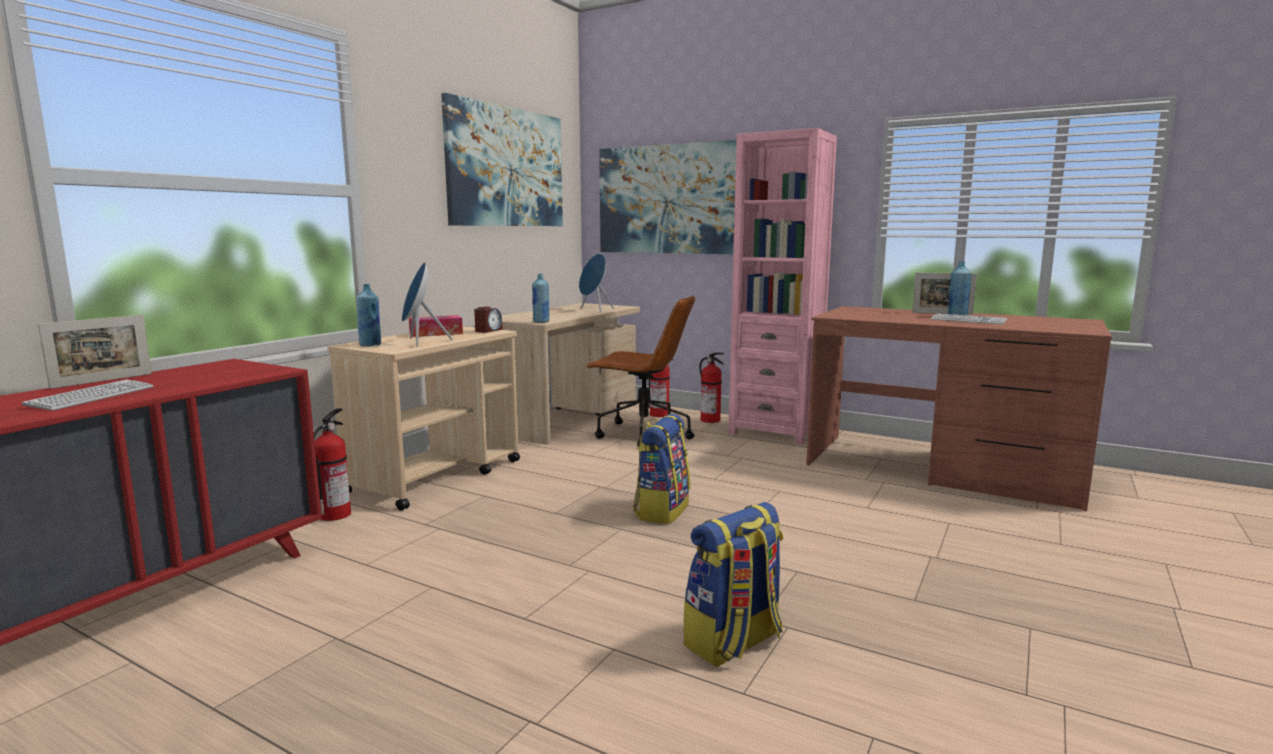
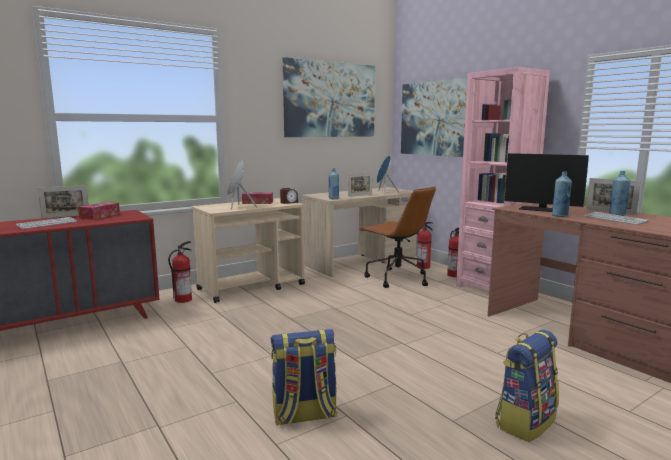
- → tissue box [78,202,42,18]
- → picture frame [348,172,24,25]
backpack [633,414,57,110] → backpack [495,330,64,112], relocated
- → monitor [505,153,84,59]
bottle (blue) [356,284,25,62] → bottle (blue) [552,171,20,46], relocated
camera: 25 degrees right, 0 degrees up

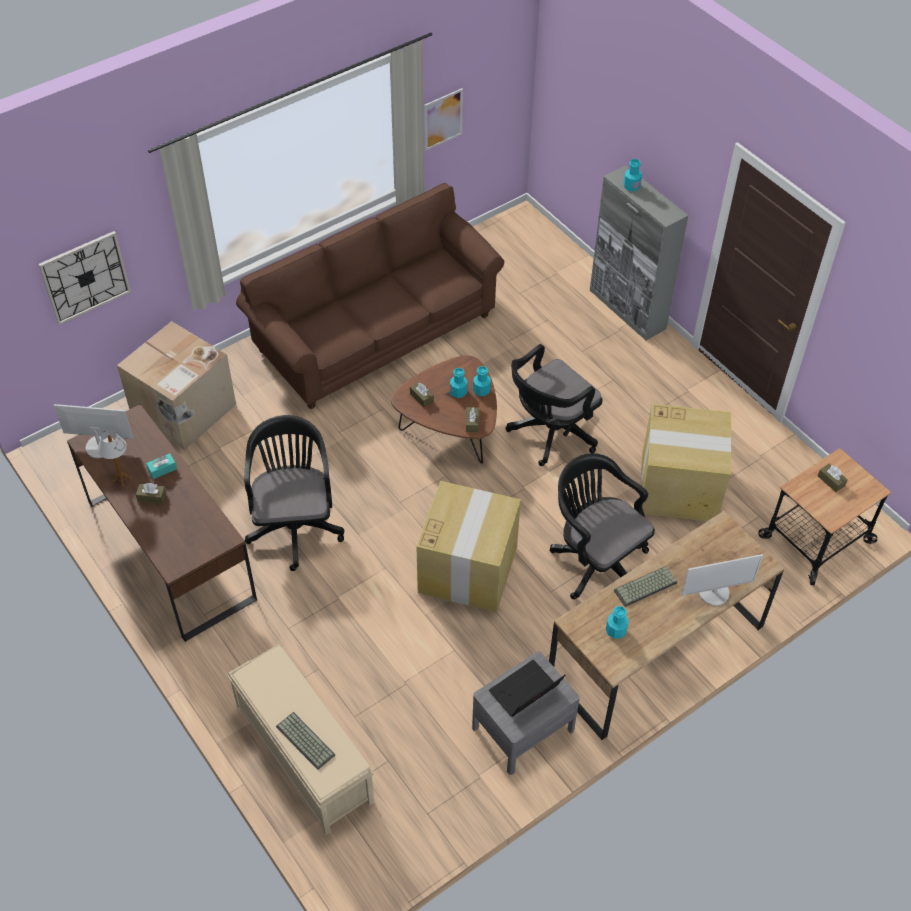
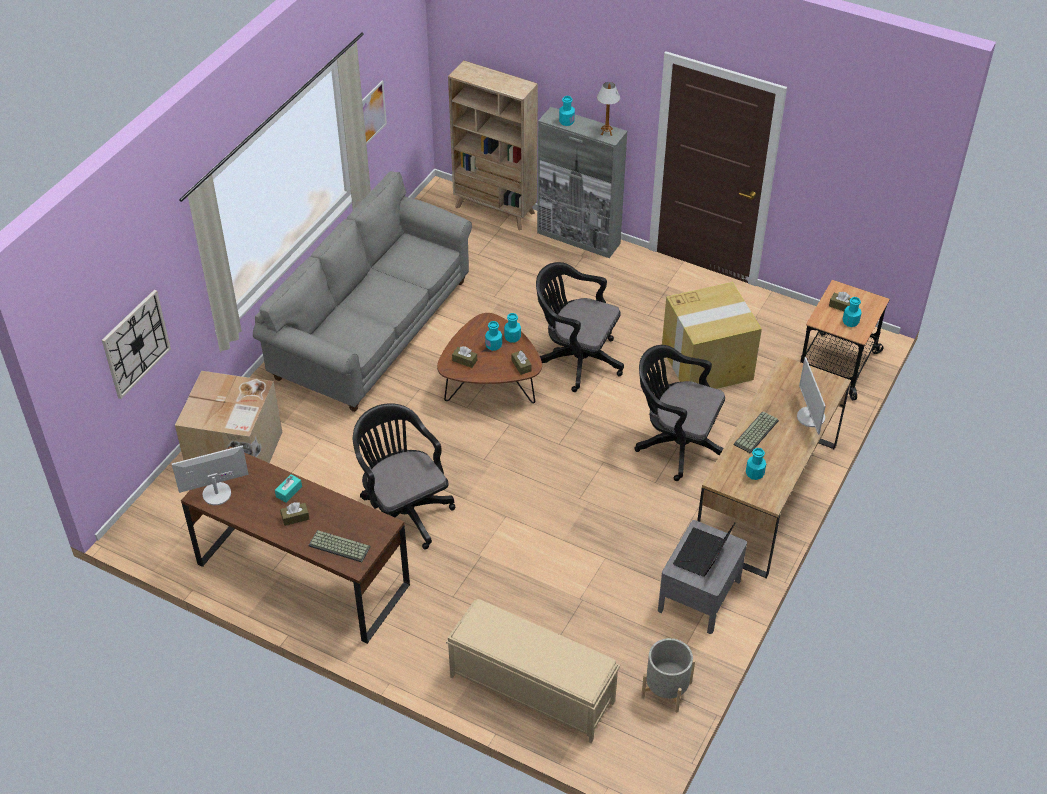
sofa (brown) [236,183,268,226] → sofa (grey) [253,171,219,241]
keyboard [276,712,59,58] → keyboard [308,530,62,32], relocated
- → bookcase (beige) [448,61,90,169]
office chair (black) [506,344,96,122] → office chair (black) [536,262,88,130], 90 degrees clockwise
table lamp [98,431,34,56] → table lamp [597,82,23,54], relocated
- → planter (grey) [641,638,54,75]
monitor [681,554,82,52] → monitor [797,357,29,77], 120 degrees clockwise
- → bottle (turquoise) [843,297,18,30]
cardboard box [417,481,104,131] → -
camera: 25 degrees left, 5 degrees down

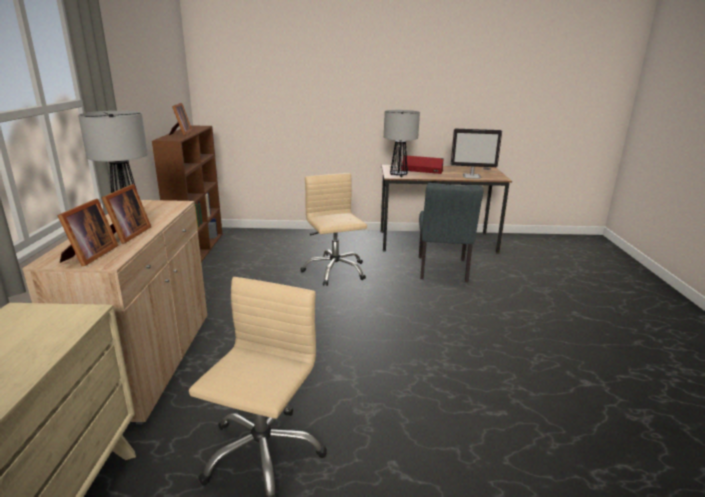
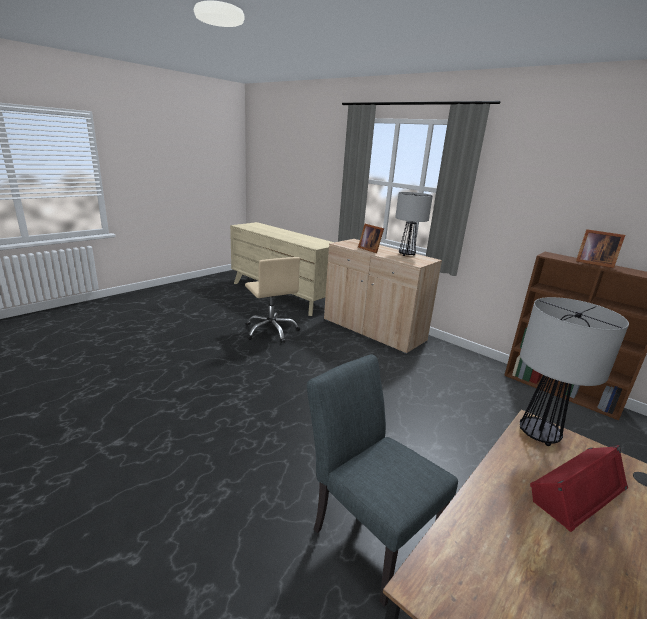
picture frame [57,199,62,67] → -
office chair (beige) [300,173,67,113] → -
monitor [451,129,51,50] → -
camera: 130 degrees right, 0 degrees up

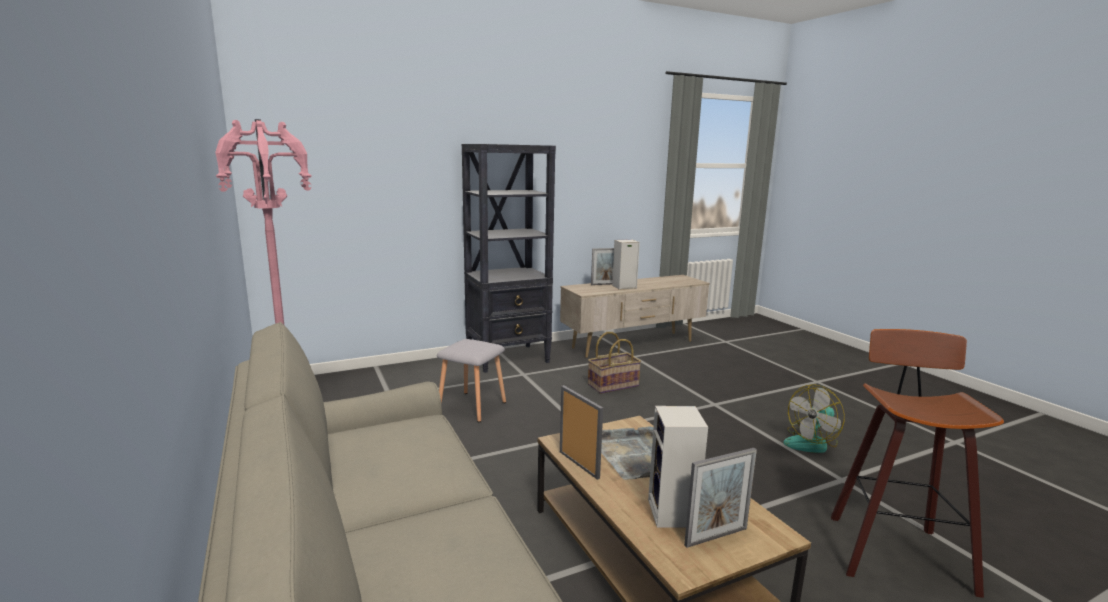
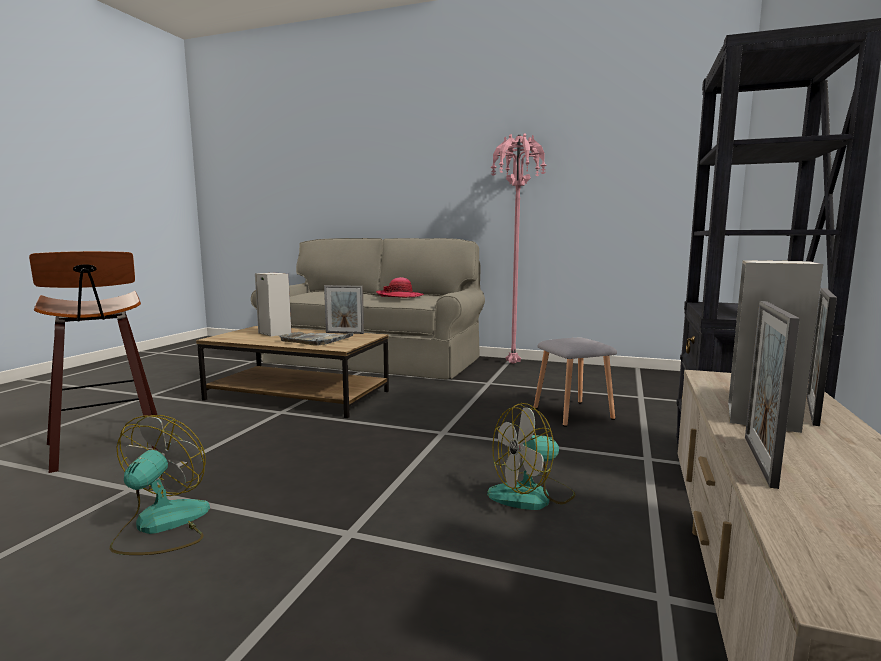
- → hat [376,277,48,21]
basket [588,332,53,62] → fan [487,403,88,107]
picture frame [684,448,73,100] → picture frame [745,301,55,188], relocated
camera: 135 degrees right, 5 degrees down

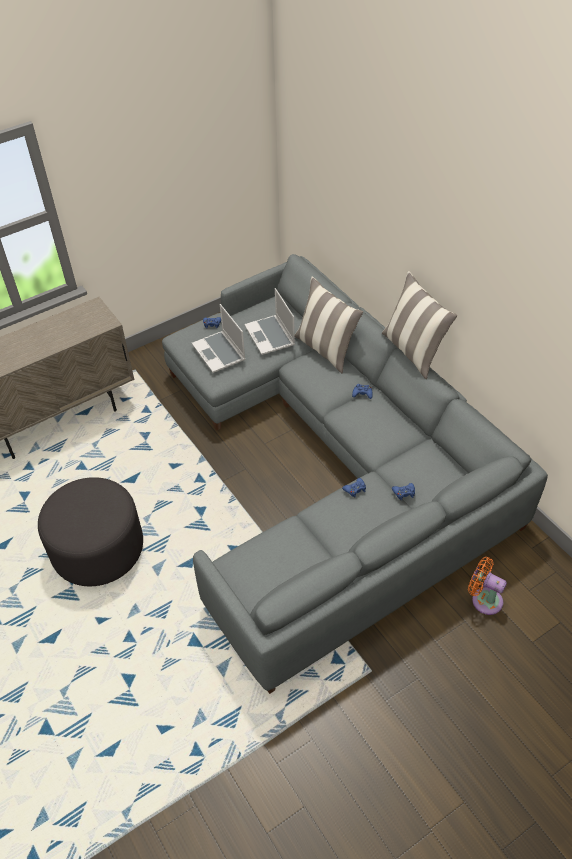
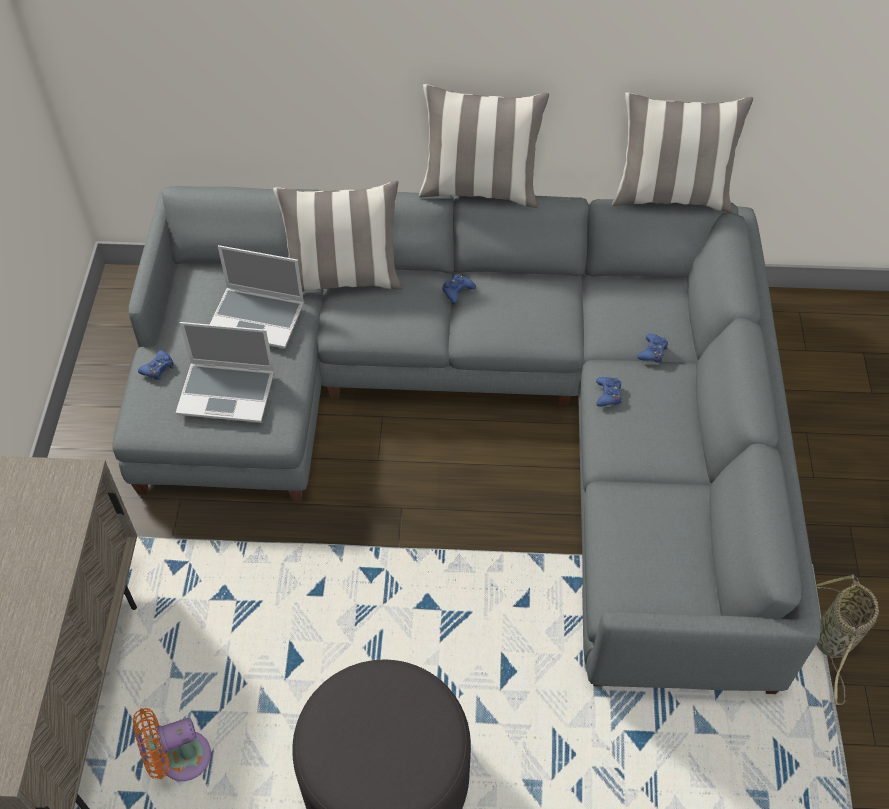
fan (orange) [468,557,39,58] → fan (orange) [133,708,78,73], relocated
- → pillow [612,92,141,120]
- → basket [816,574,63,131]
camera: 55 degrees left, 5 degrees up

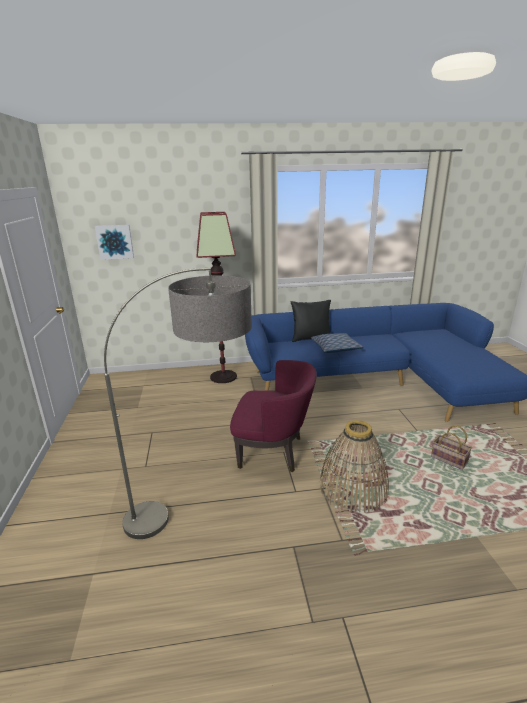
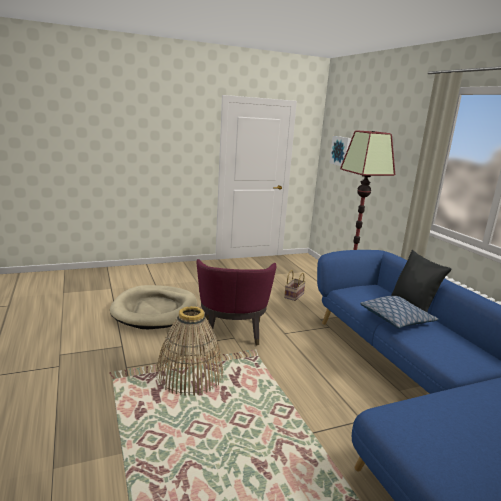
floor lamp [104,268,148,271] → dog bed (beige) [110,285,87,44]
basket [431,425,41,45] → basket [284,270,22,31], relocated
camera: 75 degrees right, 5 degrees down

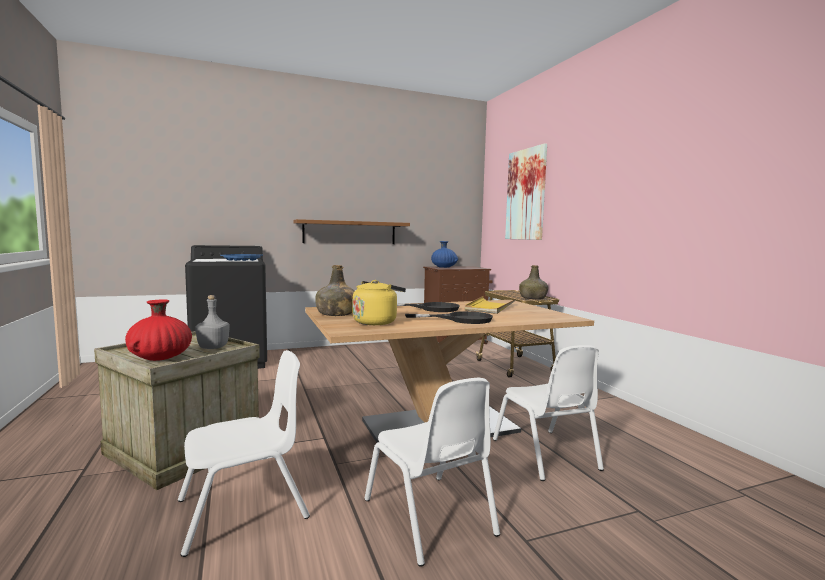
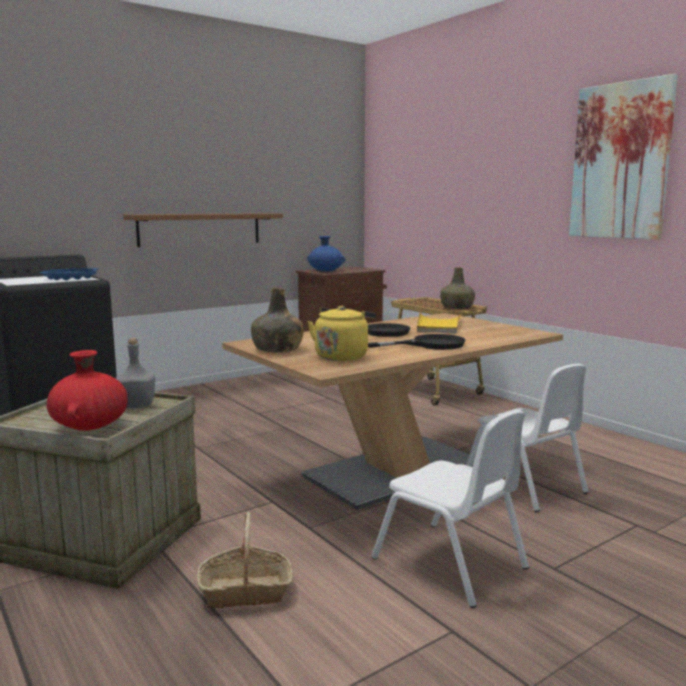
chair (white) [178,350,132,207] → basket [197,512,96,96]
picture [505,143,42,97] → picture [569,74,109,166], relocated
camera: 15 degrees left, 5 degrees up

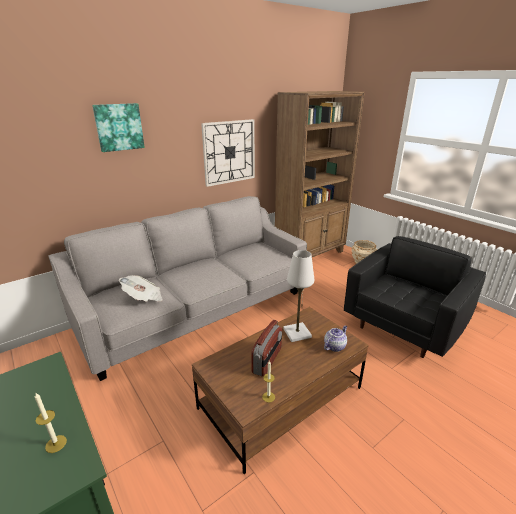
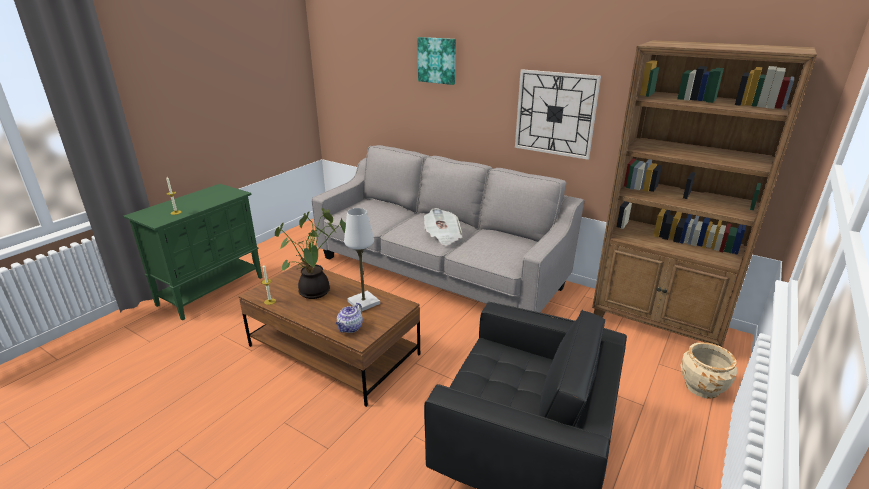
radio [251,320,31,57] → potted plant [275,208,71,91]
teapot [324,326,23,26] → teapot [336,303,27,30], 90 degrees clockwise
newspaper [119,275,44,27] → newspaper [424,208,38,38], relocated
camera: 70 degrees right, 0 degrees up

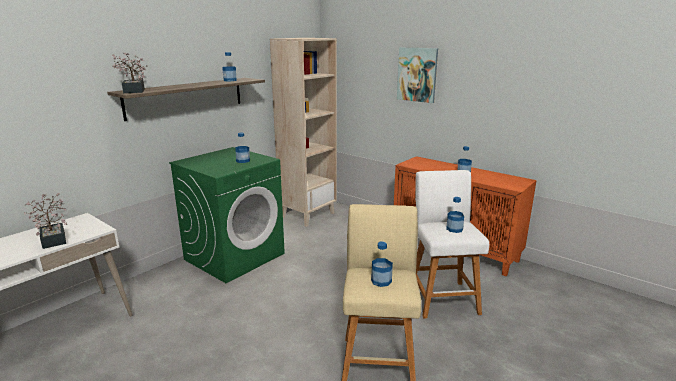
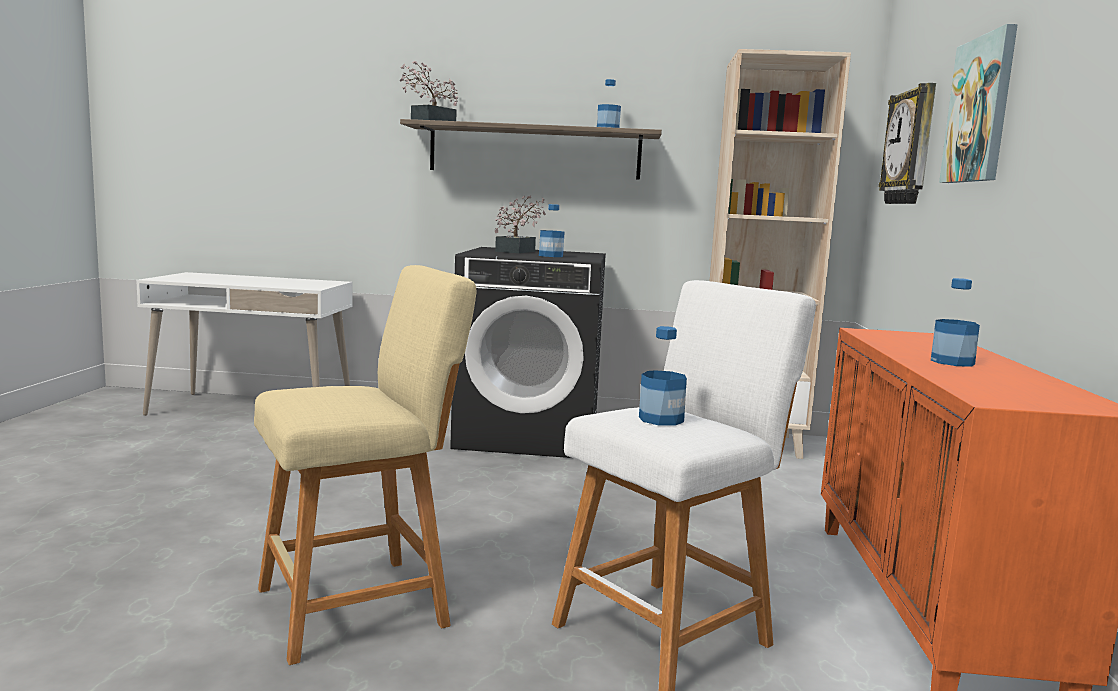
washing machine (green) [169,147,116,136] → washing machine (black) [450,247,156,211]
potted plant [24,193,43,56] → potted plant [495,195,51,58], relocated
- → wall clock [878,83,58,121]
bottle [371,242,22,45] → -
camera: 55 degrees right, 10 degrees down

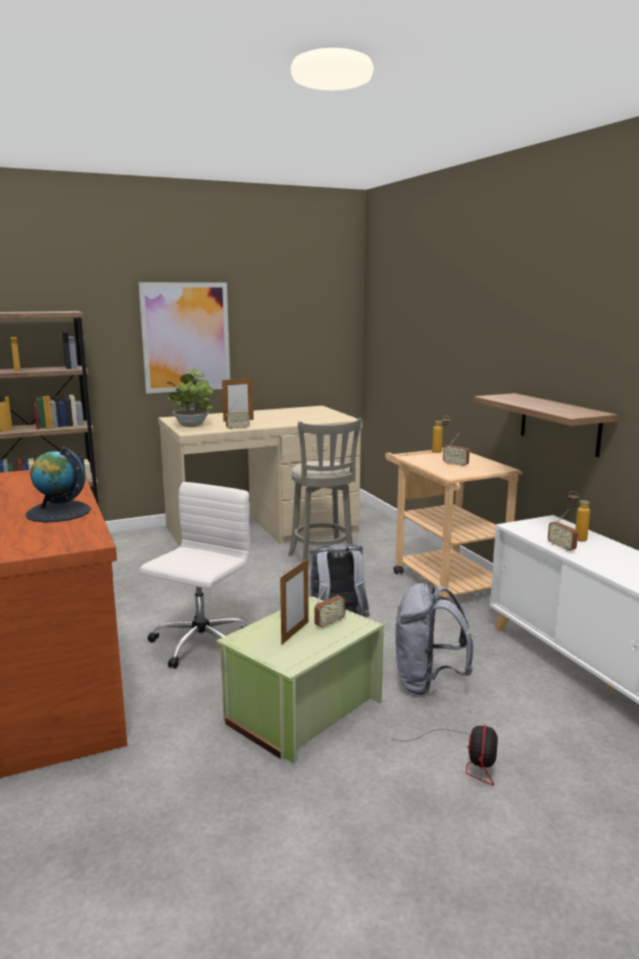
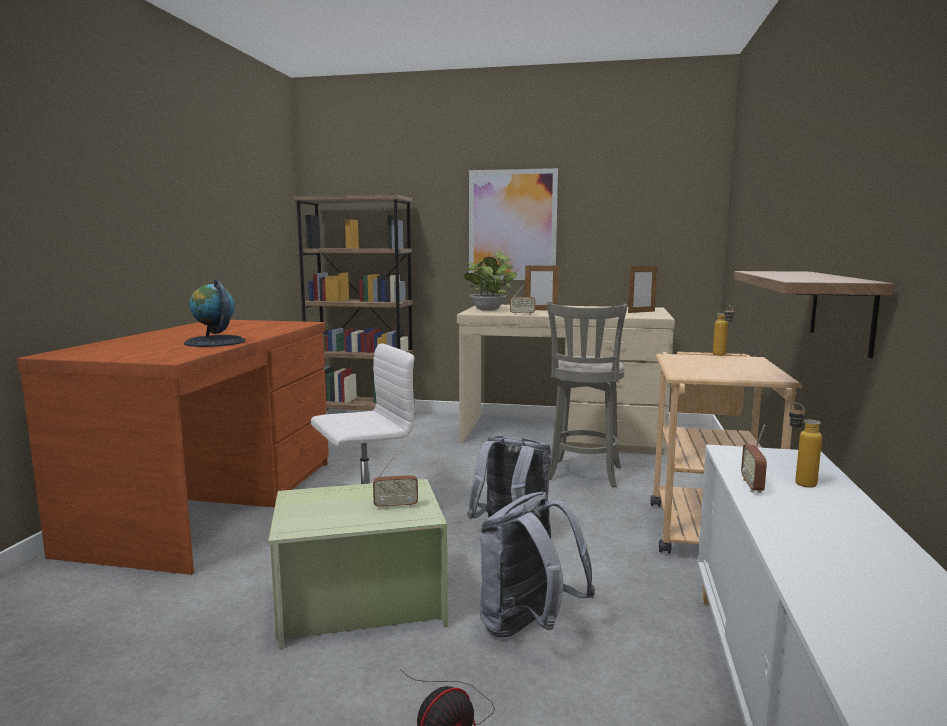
picture frame [280,558,29,87] → picture frame [628,265,29,48], relocated
radio [443,433,27,34] → -
camera: 35 degrees right, 5 degrees down

